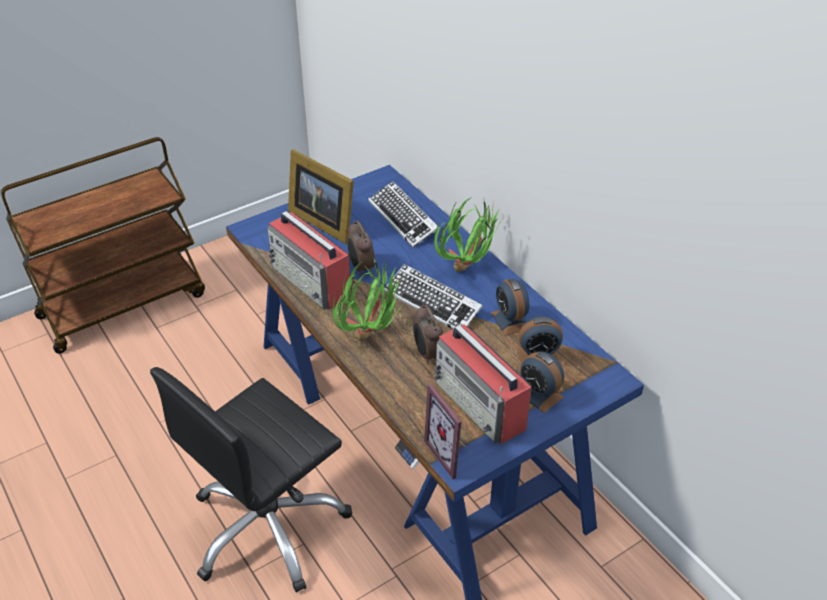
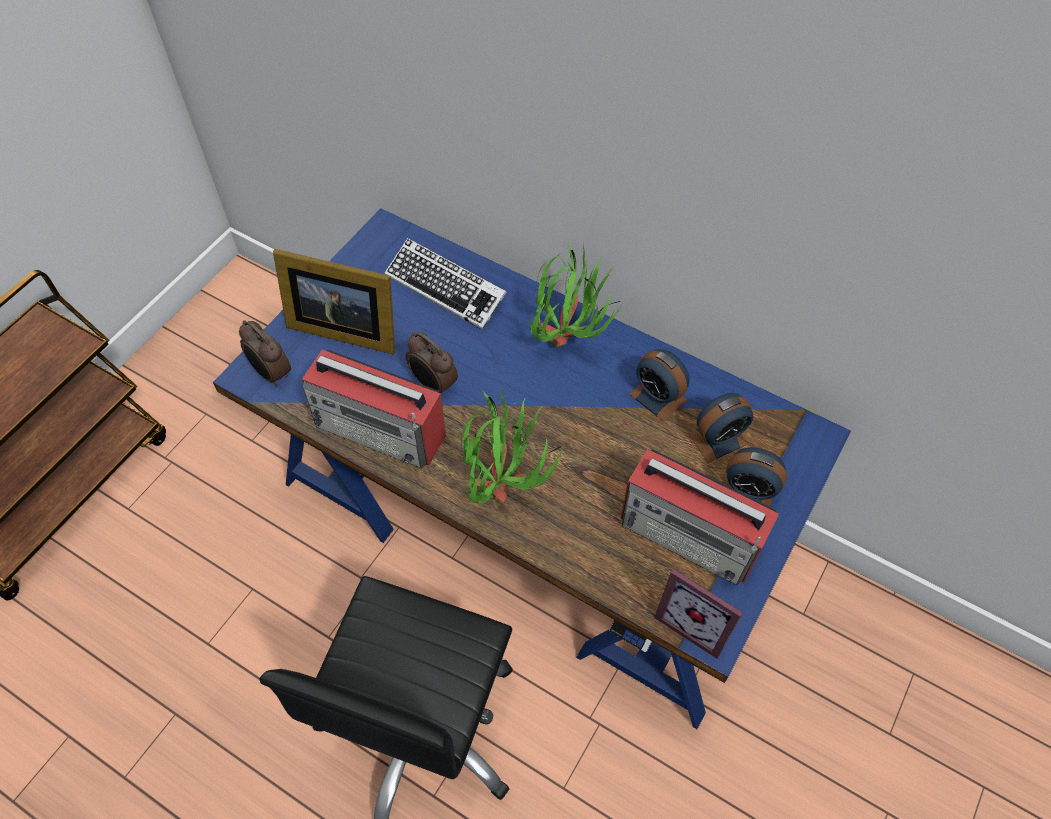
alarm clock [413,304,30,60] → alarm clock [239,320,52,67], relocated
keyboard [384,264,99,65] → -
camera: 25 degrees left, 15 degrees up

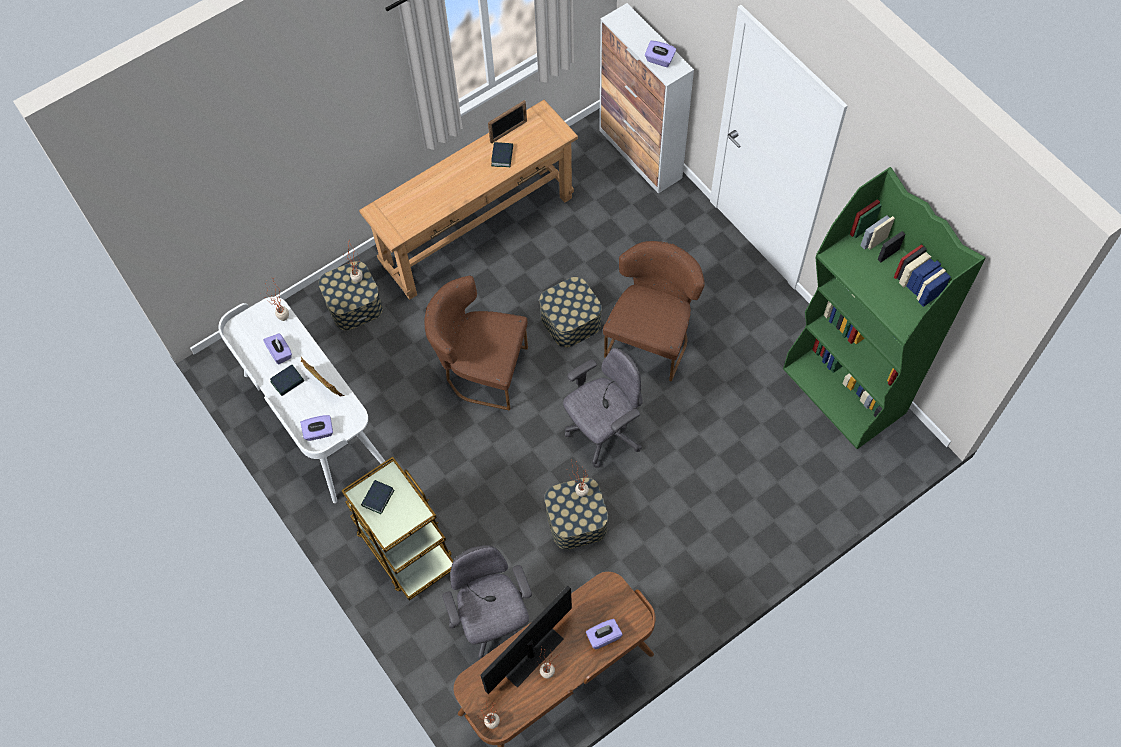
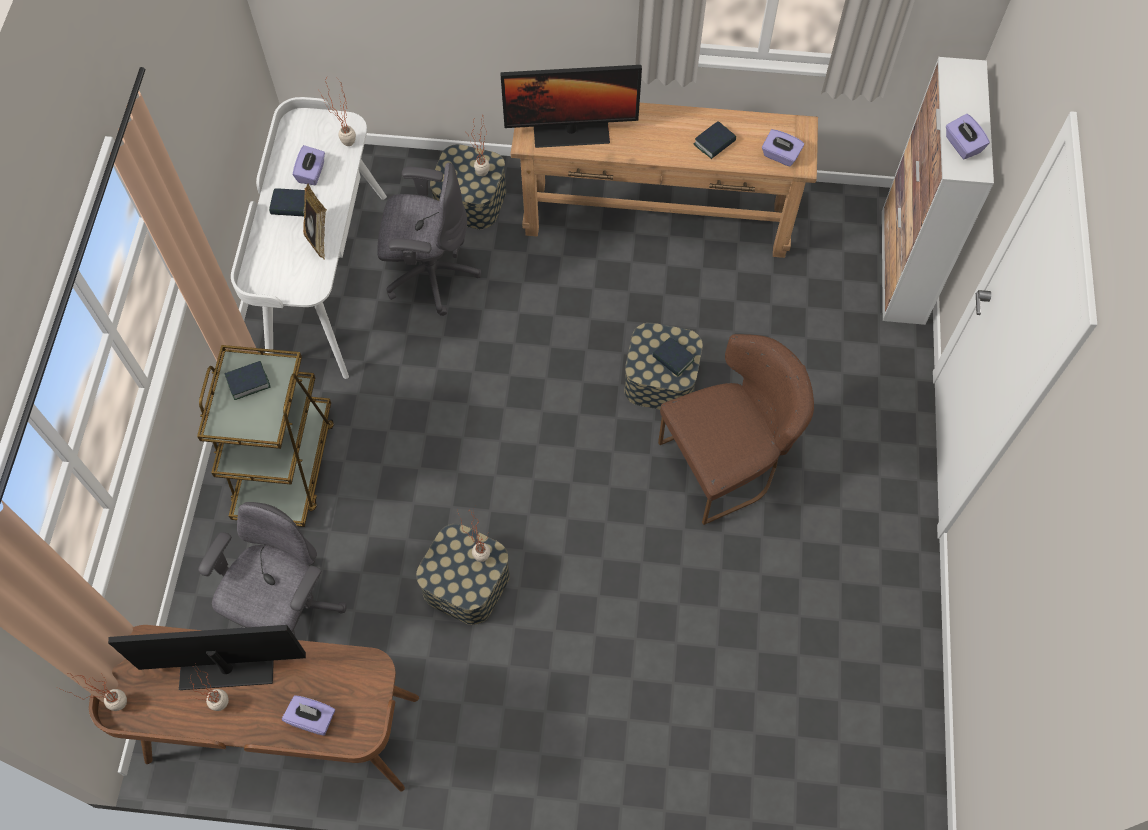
office chair (grey) [563,348,80,120] → office chair (grey) [377,162,104,154], relocated
- → monitor [500,65,142,83]
- → book [652,337,43,39]
tissue box (purple) [300,415,33,26] → tissue box (purple) [762,129,42,38], relocated
chair (brown) [425,276,103,134] → -
picture frame [488,100,39,44] → -
bookcase (green) [783,167,203,282] → -
camera: 40 degrees right, 0 degrees up

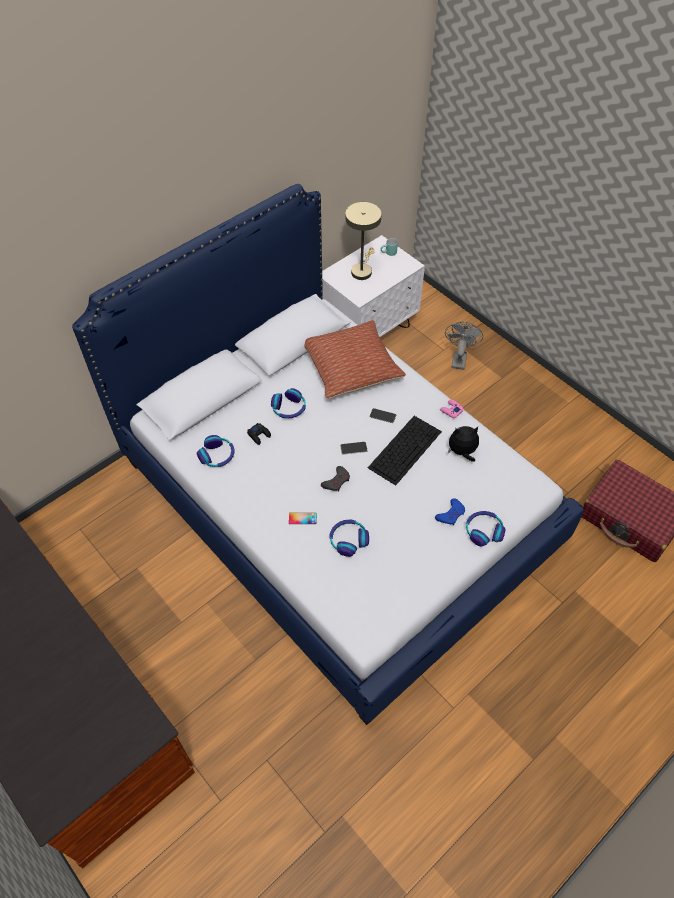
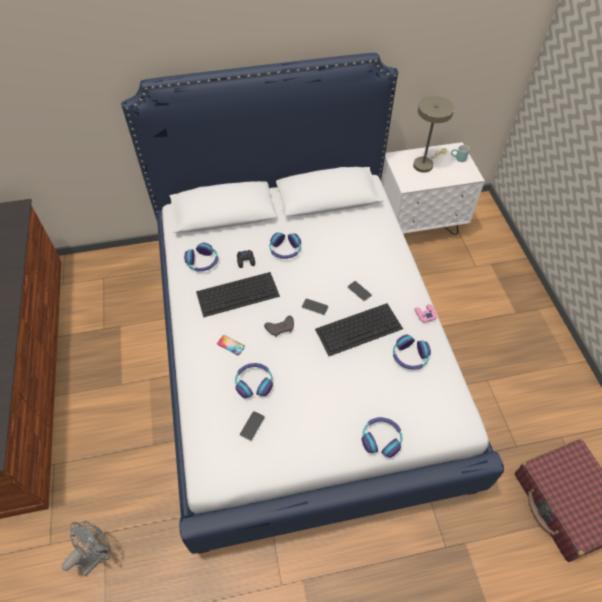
fan (grey) [445,322,38,48] → fan (grey) [62,521,48,55], relocated
- → keyboard [196,272,84,45]
- → phone [240,411,25,30]
plush toy [448,426,31,36] → headphones [393,335,38,35]
pillow [305,320,101,79] → -
game controller (blue) [435,498,30,27] → -
camera: 30 degrees right, 0 degrees up

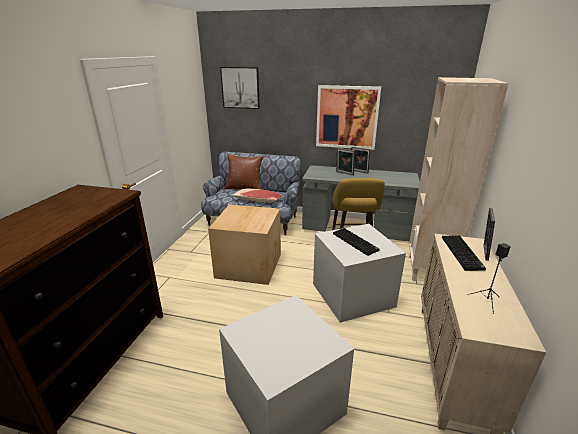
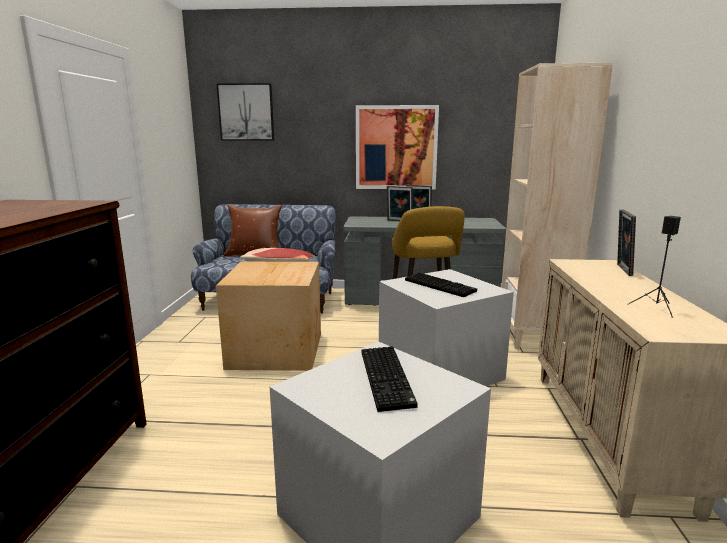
keyboard [442,235,44,36] → keyboard [361,346,56,66], relocated
camera: 10 degrees left, 10 degrees down

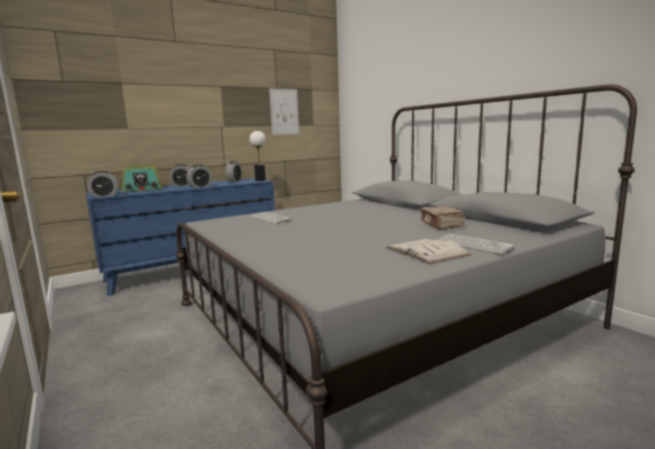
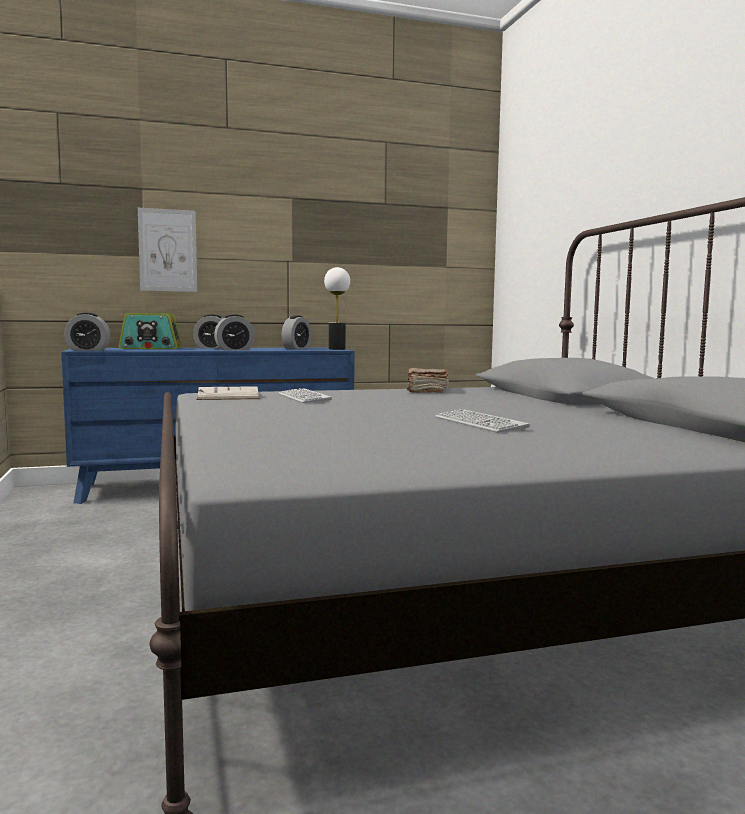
picture [269,88,30,47] → picture [138,208,59,84], relocated
book (white) [387,239,84,25] → book (white) [197,386,63,14], relocated
book (brown) [420,206,45,24] → book (brown) [407,368,42,25], relocated
keyboard [438,234,76,20] → keyboard [435,409,95,24], relocated
camera: 15 degrees right, 5 degrees down

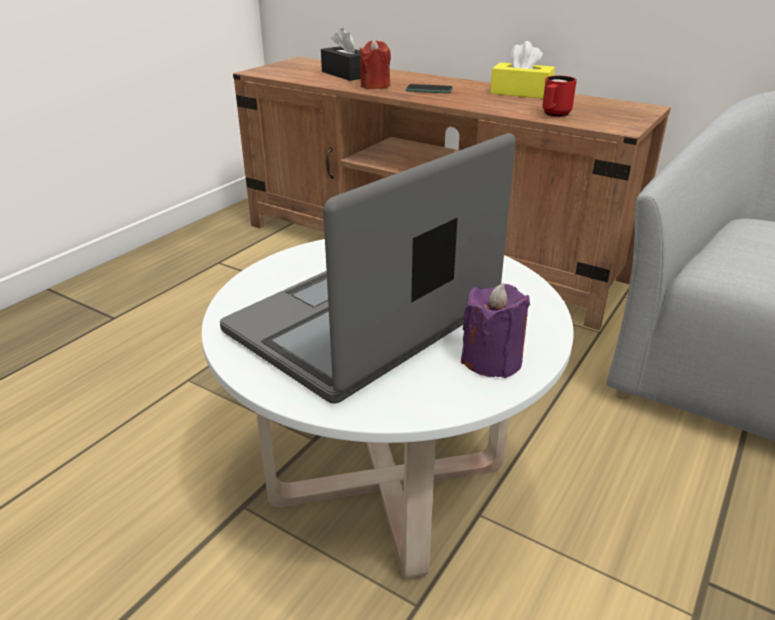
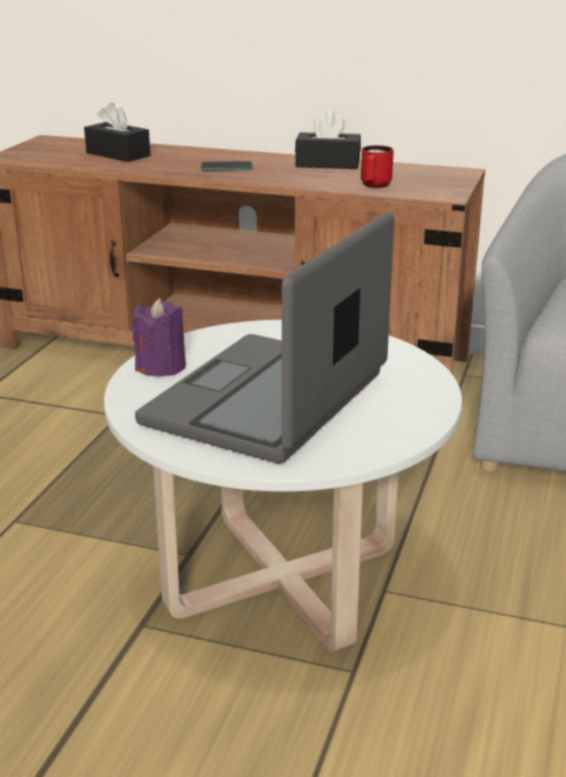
candle (purple) [461,283,69,95] → candle (purple) [132,298,54,78], relocated
tissue box (yellow) [490,41,65,58] → tissue box (black) [295,109,66,60]
candle (red) [359,39,32,50] → -
camera: 15 degrees left, 5 degrees down

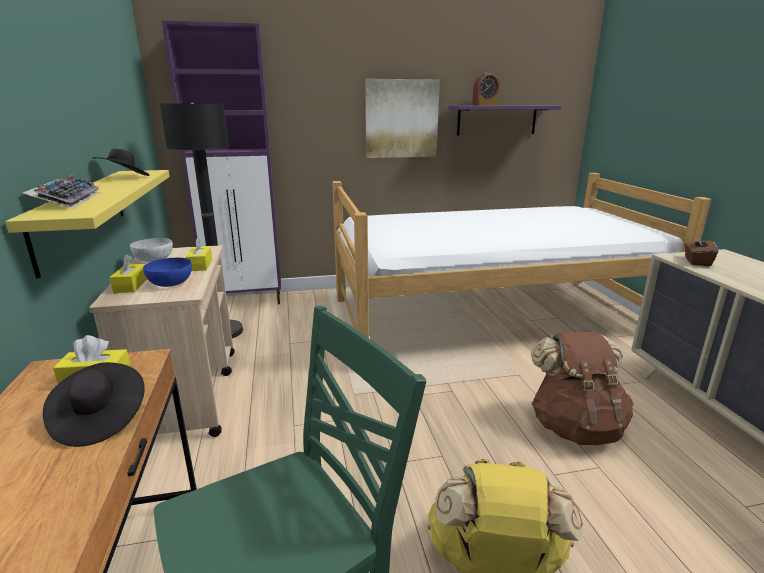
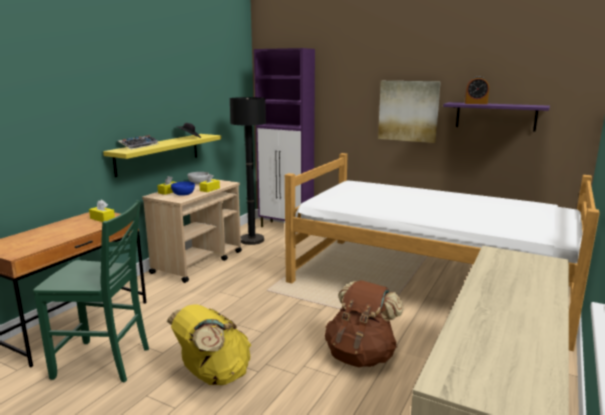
hat (black) [43,362,102,85] → -
tissue box (brown) [685,234,33,32] → -
camera: 40 degrees right, 5 degrees down

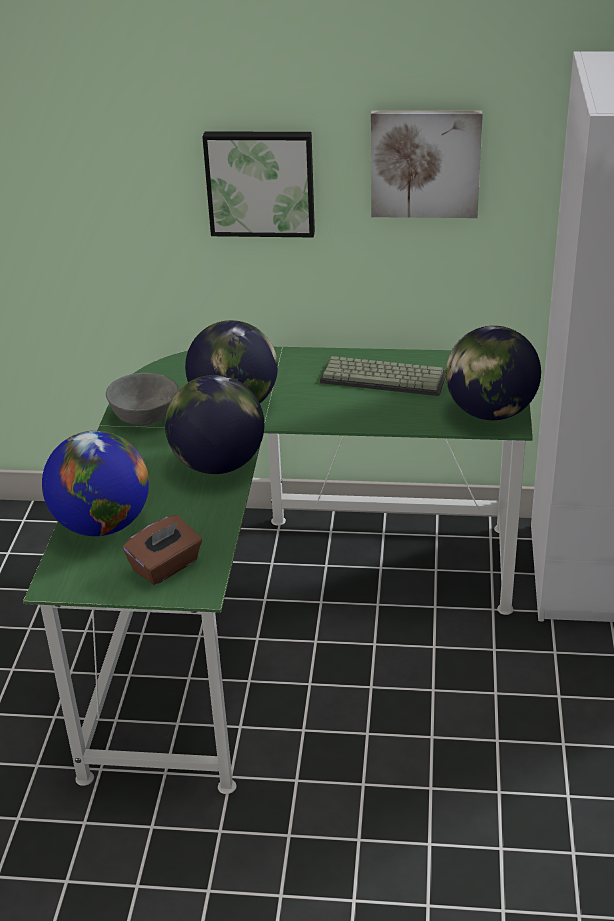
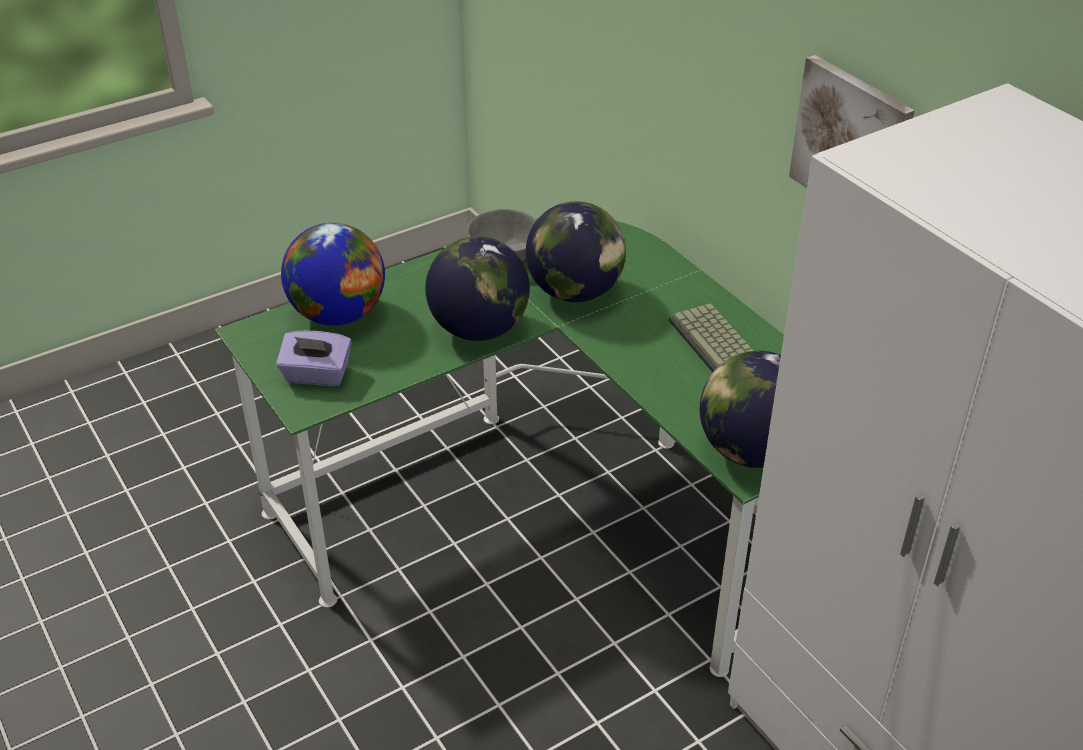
tissue box (brown) [123,515,79,70] → tissue box (purple) [276,331,76,55]
picture [202,131,113,106] → -
camera: 50 degrees right, 5 degrees up

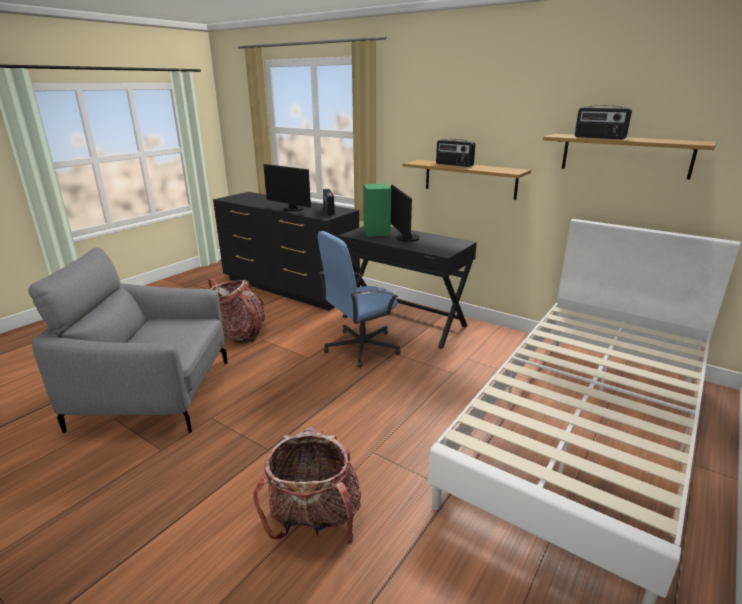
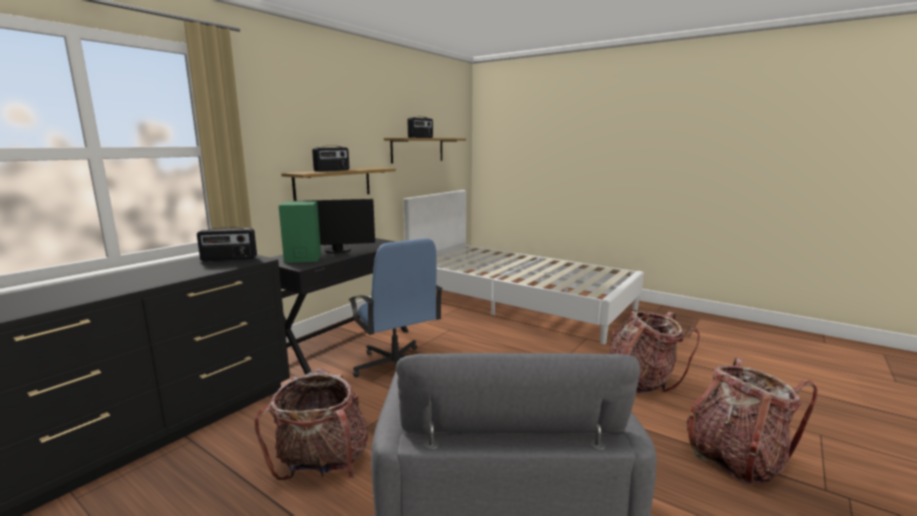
- → backpack [686,357,132,128]
monitor [264,164,47,47] → -
camera: 90 degrees left, 10 degrees down

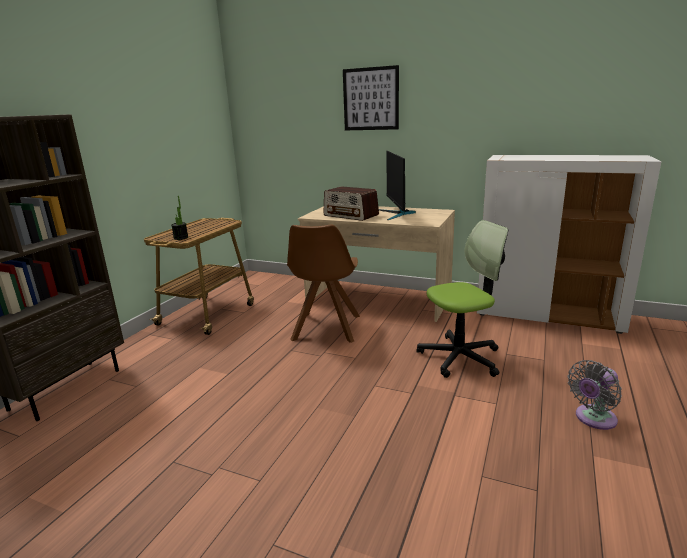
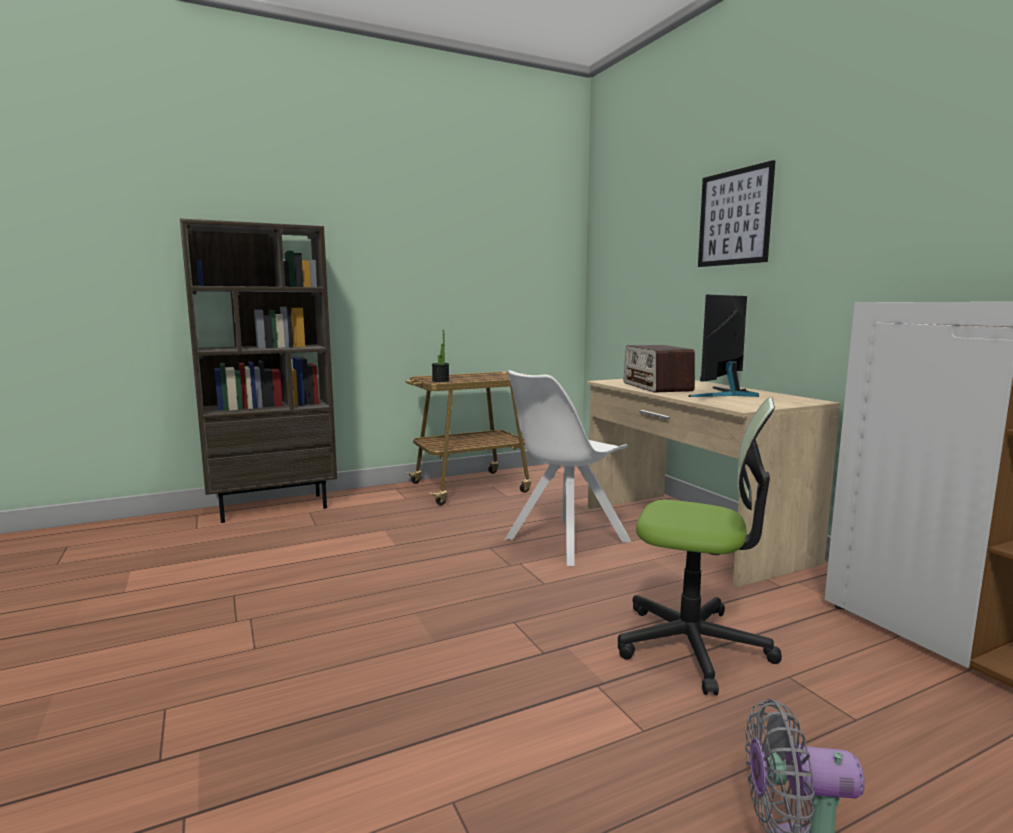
chair (brown) [287,225,73,118] → chair (white) [505,370,126,196]
camera: 40 degrees right, 10 degrees down

